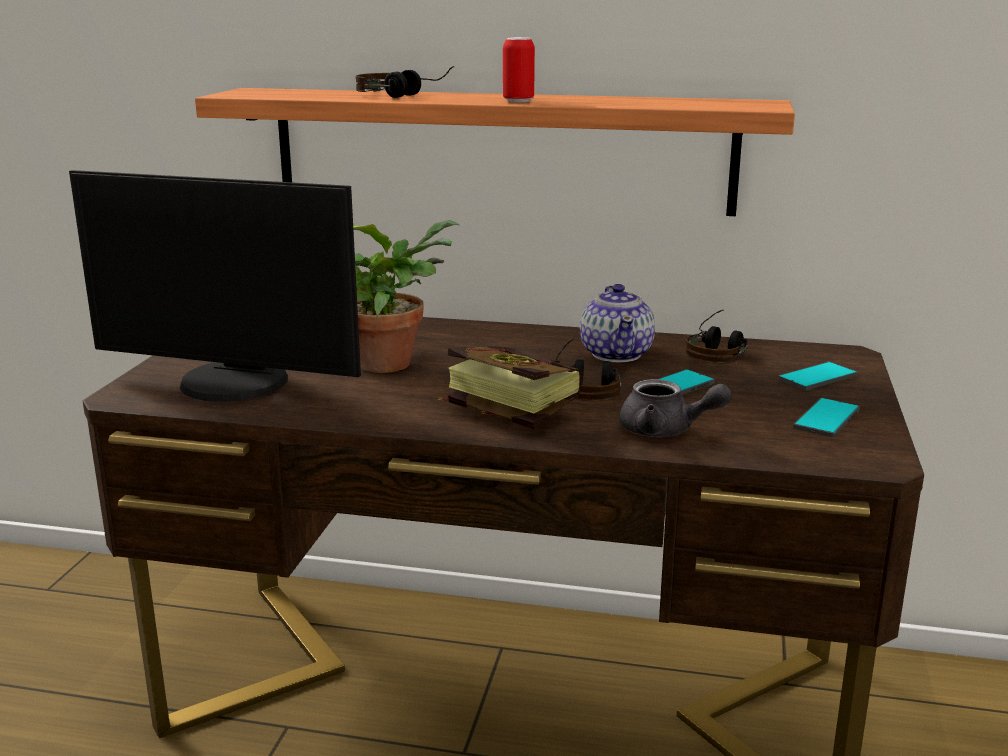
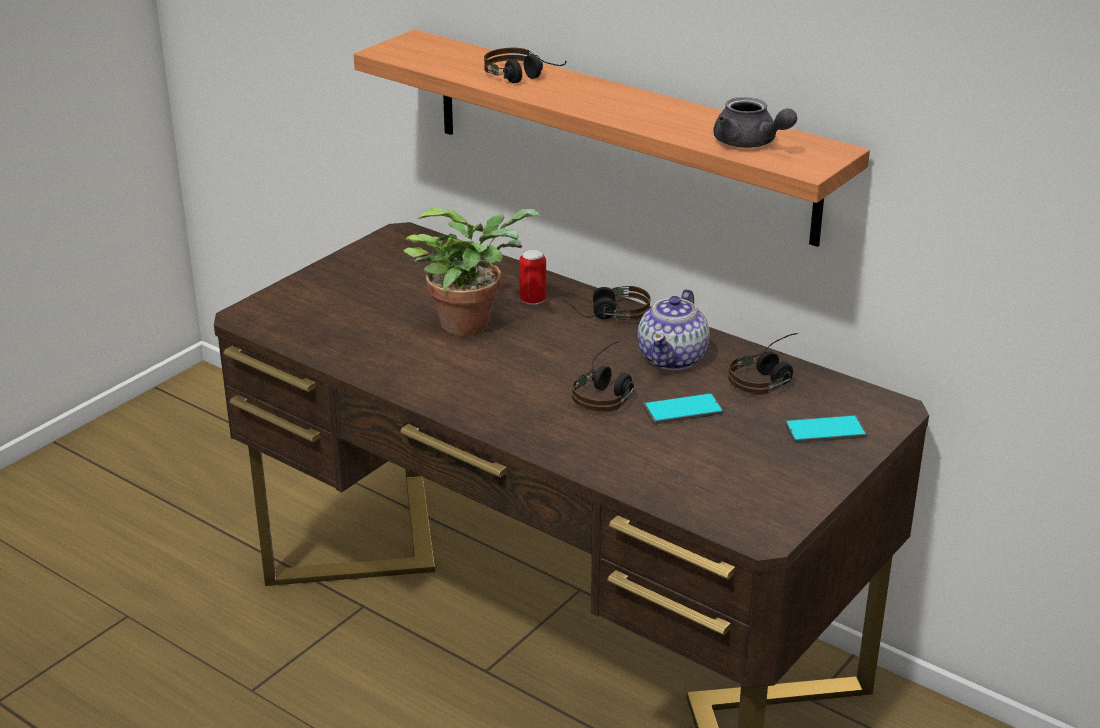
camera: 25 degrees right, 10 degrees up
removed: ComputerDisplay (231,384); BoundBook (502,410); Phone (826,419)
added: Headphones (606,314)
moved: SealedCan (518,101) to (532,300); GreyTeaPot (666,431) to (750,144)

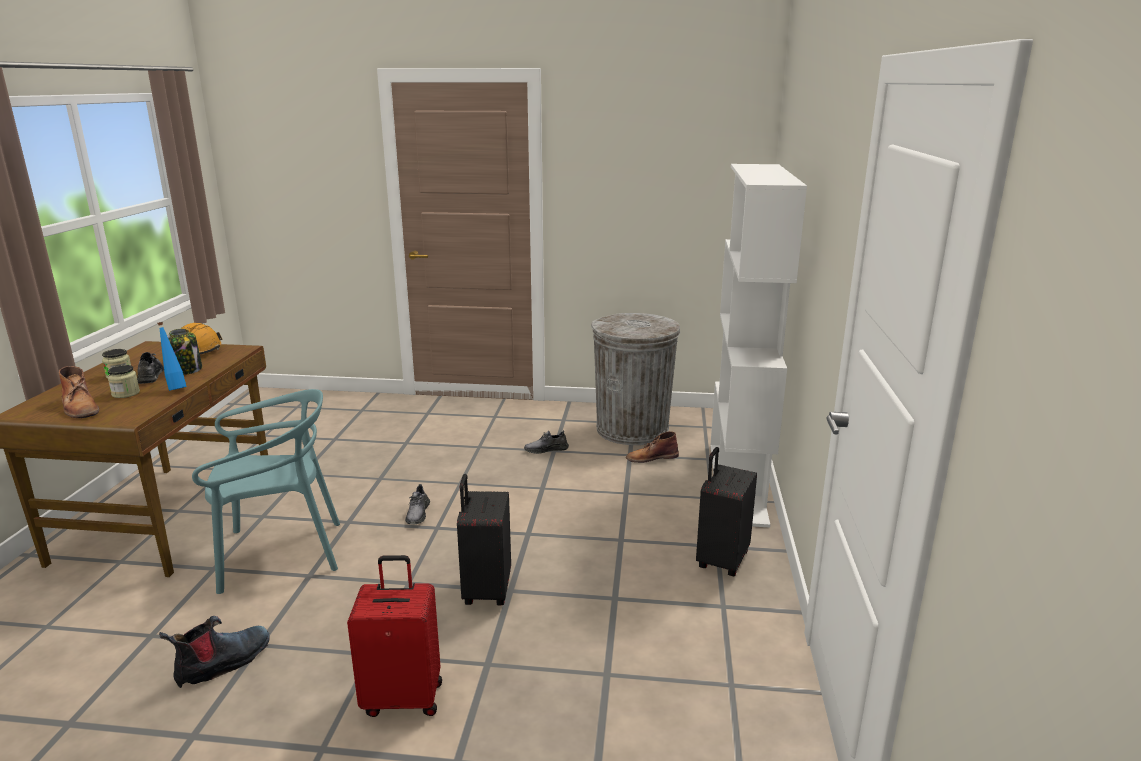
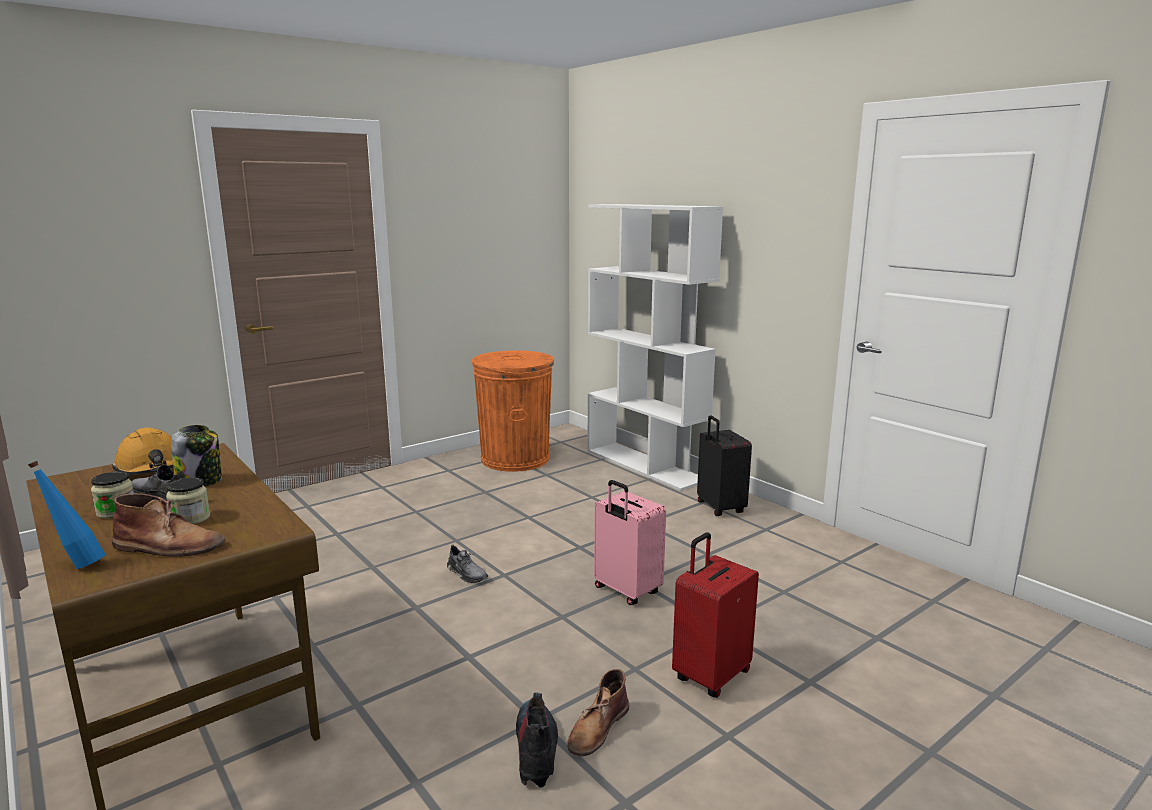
camera: 45 degrees left, 5 degrees down
removed: TurquoisePlainChair (280,554); GreyLowShoe (546,449)
moved: BluishBeverageBottle (176,388) to (77,565); BrownBoot (651,457) to (597,728)
recoloured: GreyTrashCan (632,429) to OrangeTrashCan (515,459); BlackColouredTravelCase (485,590) to PinkTravelCase (626,591)

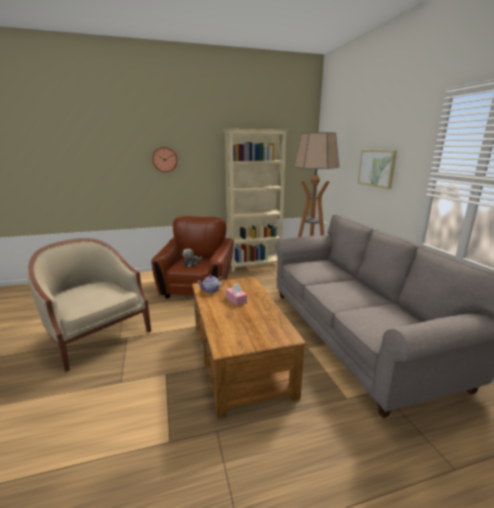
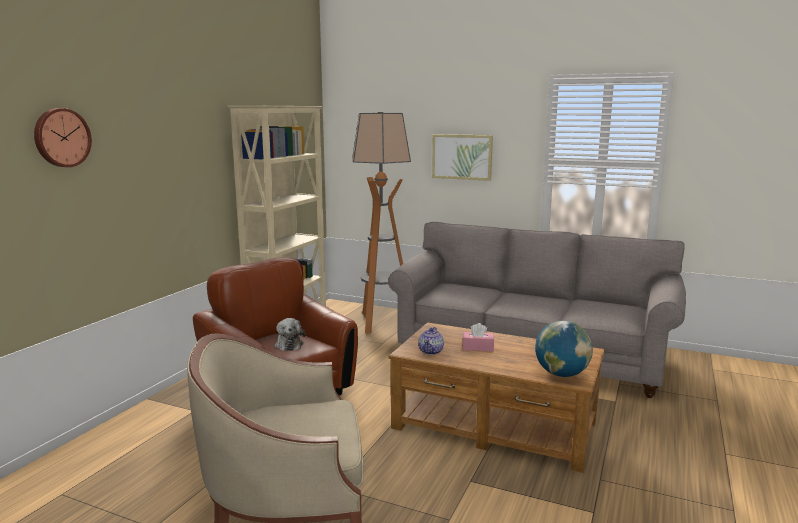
camera: 50 degrees left, 5 degrees down
added: Globe (561,374)
moved: HangingClock (164,159) to (61,137)

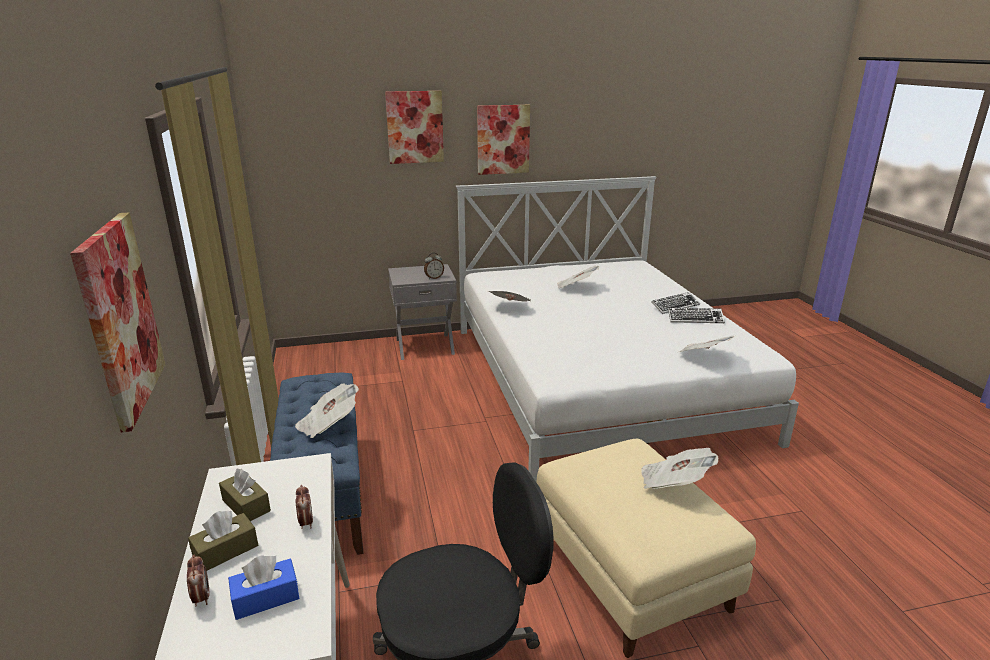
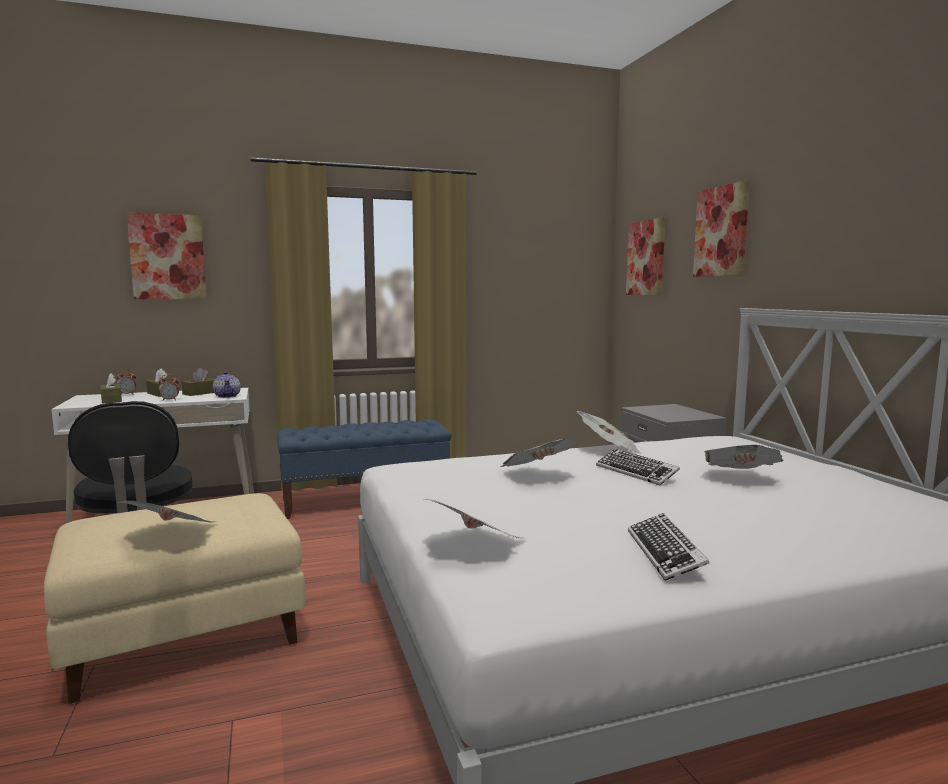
camera: 85 degrees right, 15 degrees down
removed: TableClock (434,278)
added: TeaPot (227,396)
moved: PrintedPaper (328,424) to (537,473); ComputerKeyboard (675,306) to (636,472); WallPicture (503,139) to (646,258)
recoloured: BluishTissueHolder (266,598) to BrownTissueHolder (111,400)

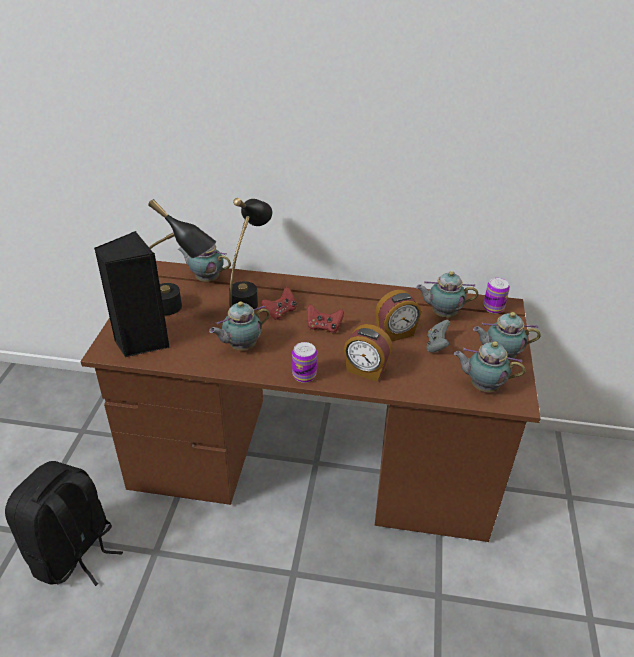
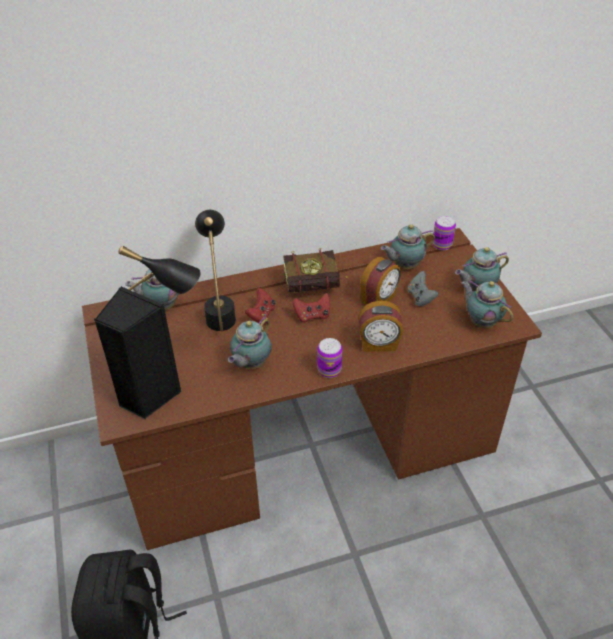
camera: 25 degrees left, 5 degrees up
added: BoundBook (317,287)
turned: TeaPot (482,386) = (481,322) 60 degrees clockwise

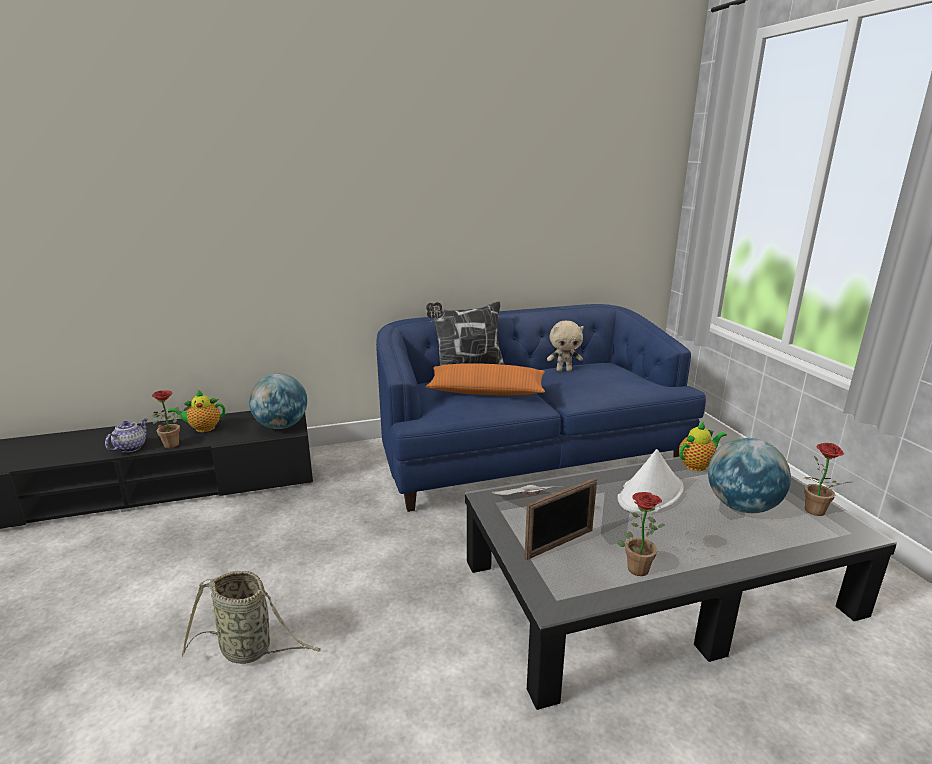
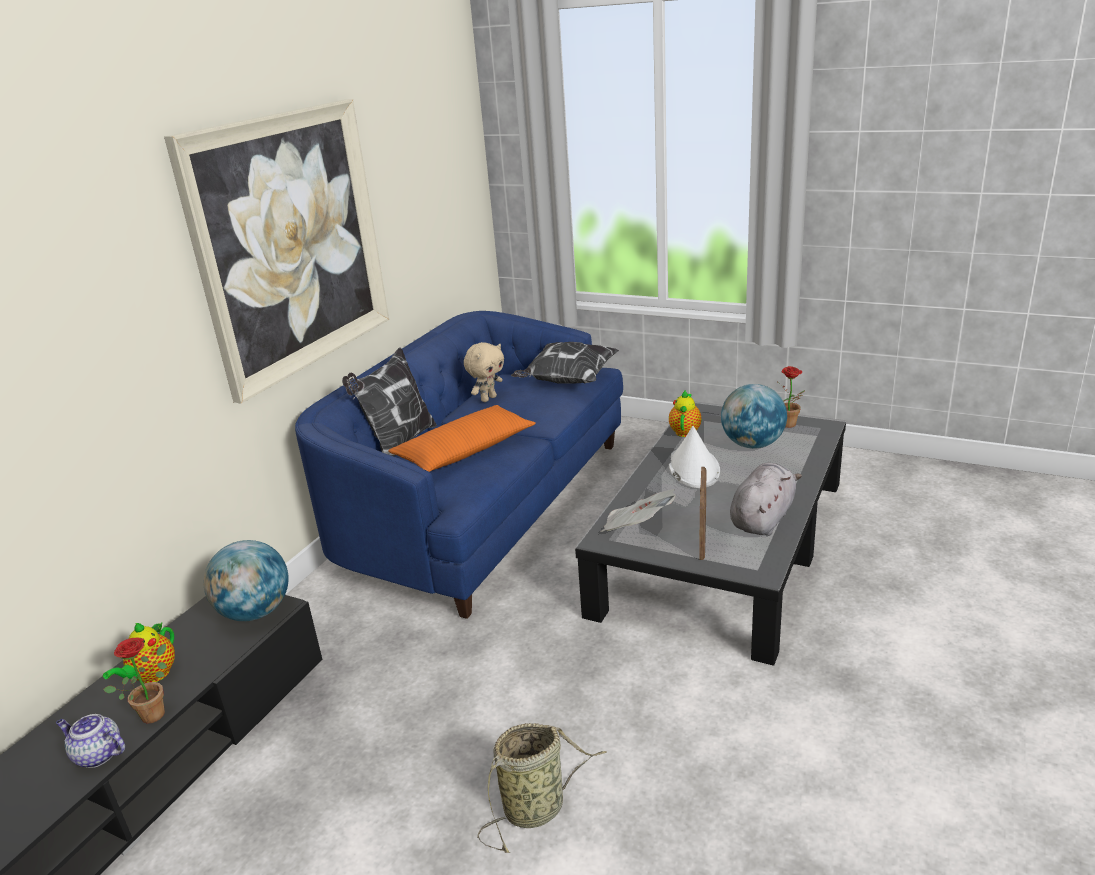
camera: 45 degrees left, 5 degrees up
added: WallPicture (291,243); Pillow (567,381)
replaced: Houseplant (636,566) to GreySoftToy (763,519)
turned: TeaPot (131,447) = (97,755) 45 degrees counterclockwise

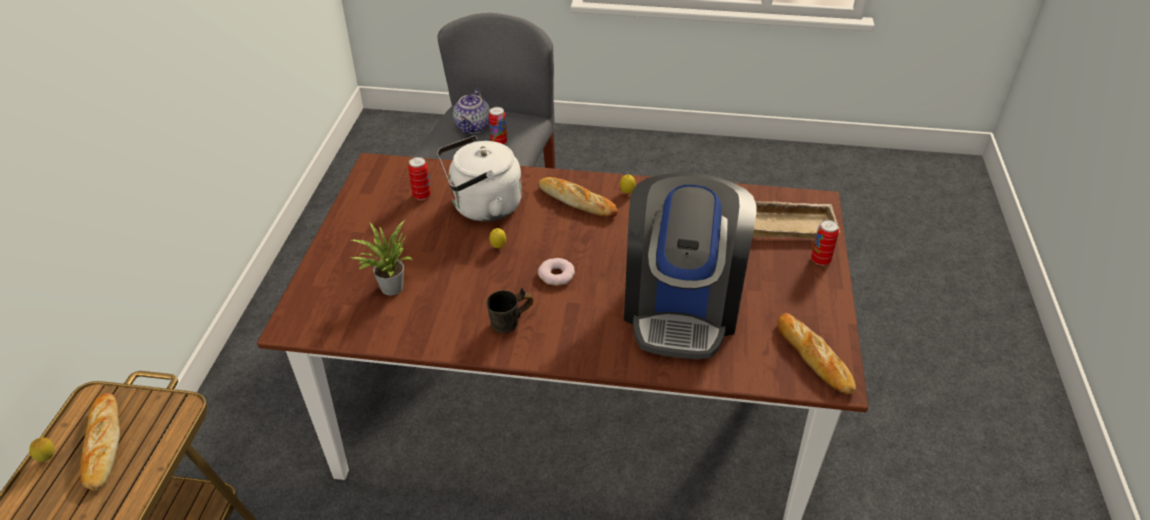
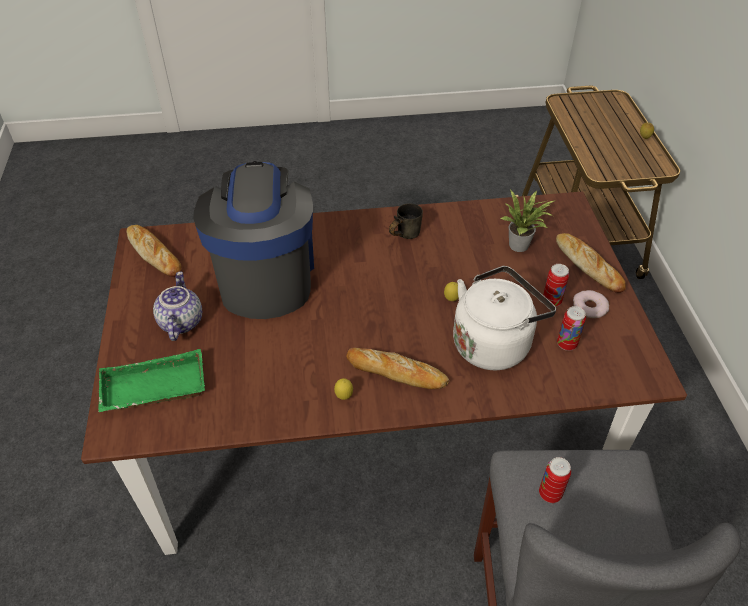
camera: 165 degrees right, 5 degrees up
moved: TeaPot (473,127) to (180,322); SealedCan (820,260) to (551,301); BakeryBread (102,445) to (588,265); Donut (556,275) to (589,307)
recoloured: SandColouredTray (789,224) to GreenishTray (153,390)

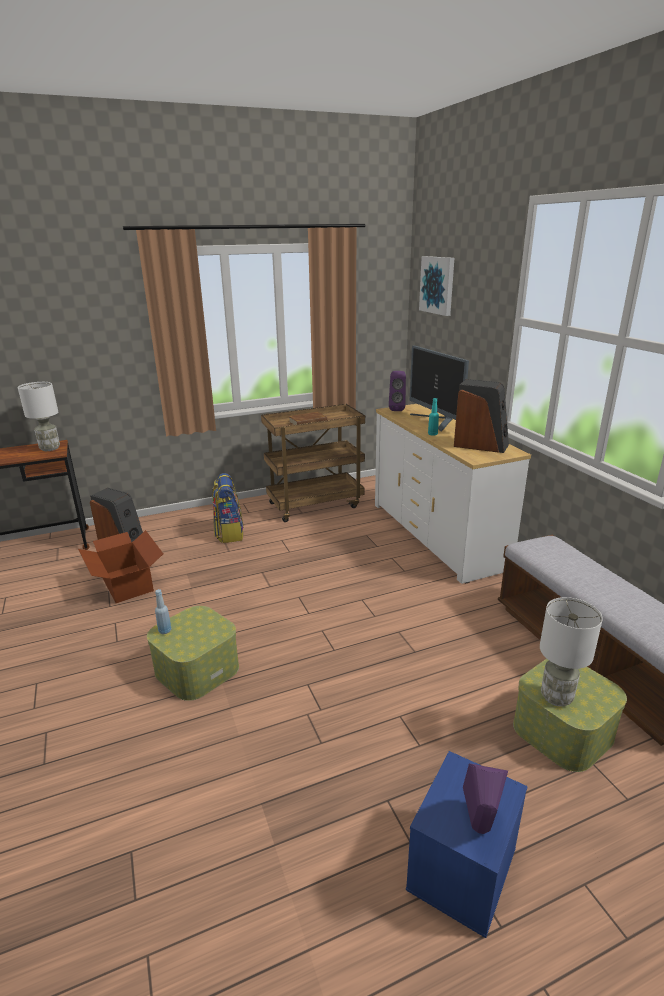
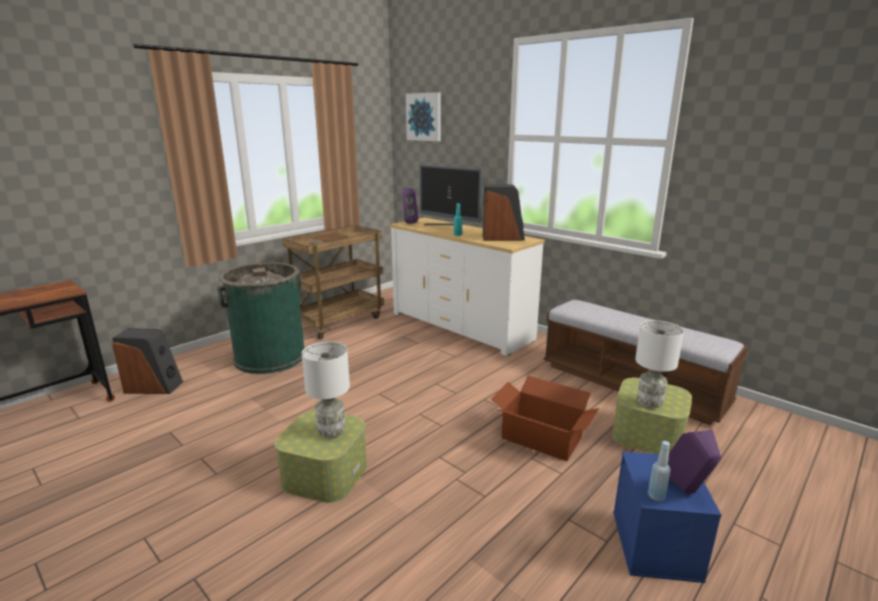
camera: 25 degrees left, 5 degrees down
moved: WhiteTabletopLamp (49,448) to (331,432); PackingBox (126,583) to (541,439); BluishBeverageBottle (165,631) to (656,496)
replaced: Rucksack (229,533) to GreenishTrashCan (270,357)

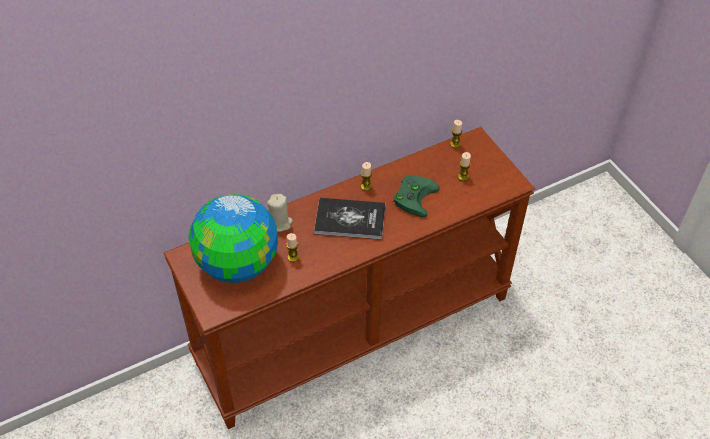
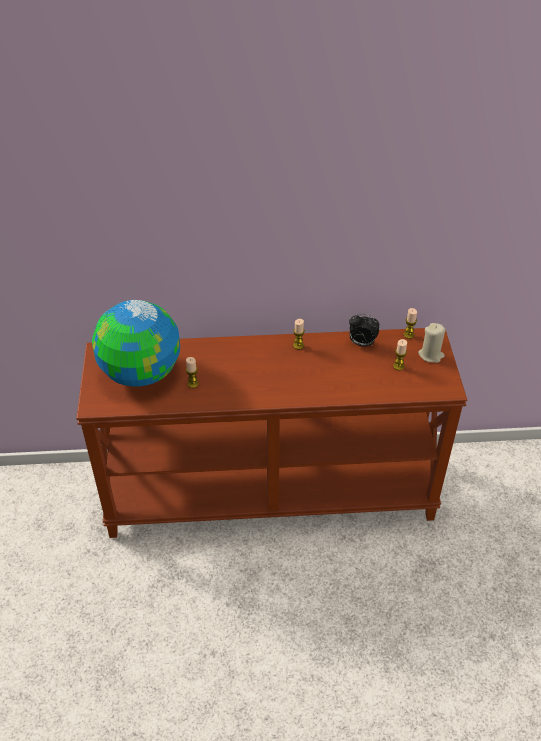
camera: 25 degrees right, 5 degrees down
removed: BoundBook (350,219); GreenishGamepad (414,196)
added: TableClock (361,343)
moved: SandColouredWaxLight (280,223) to (431,355)

